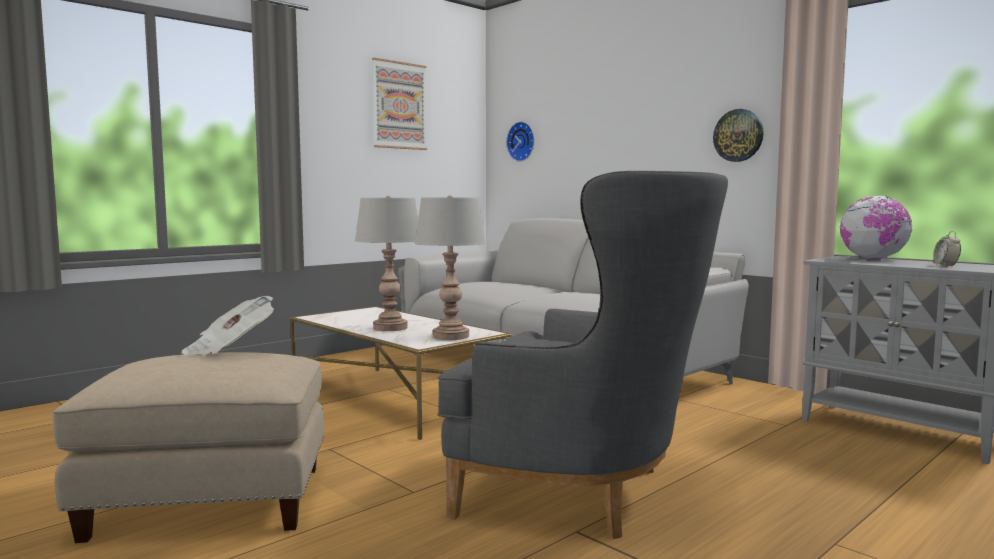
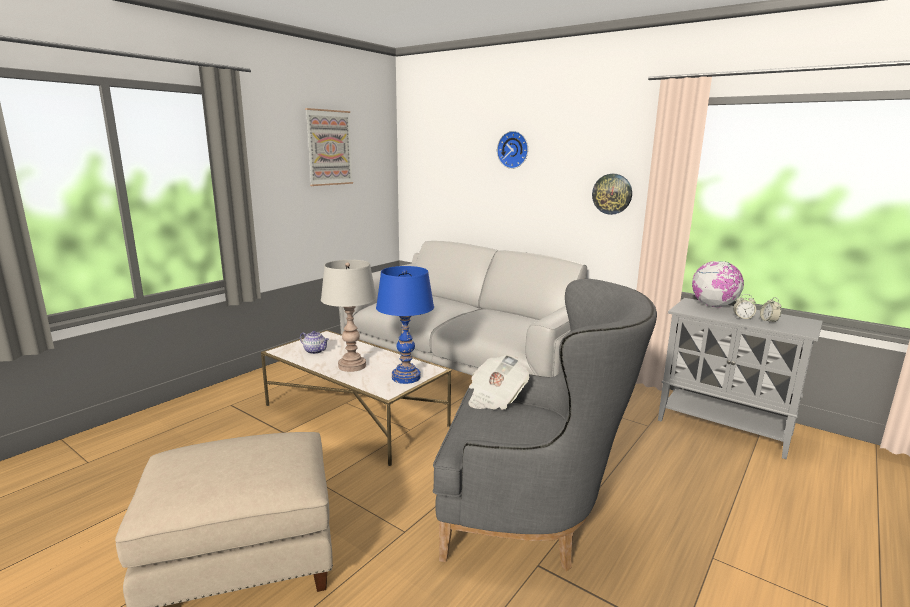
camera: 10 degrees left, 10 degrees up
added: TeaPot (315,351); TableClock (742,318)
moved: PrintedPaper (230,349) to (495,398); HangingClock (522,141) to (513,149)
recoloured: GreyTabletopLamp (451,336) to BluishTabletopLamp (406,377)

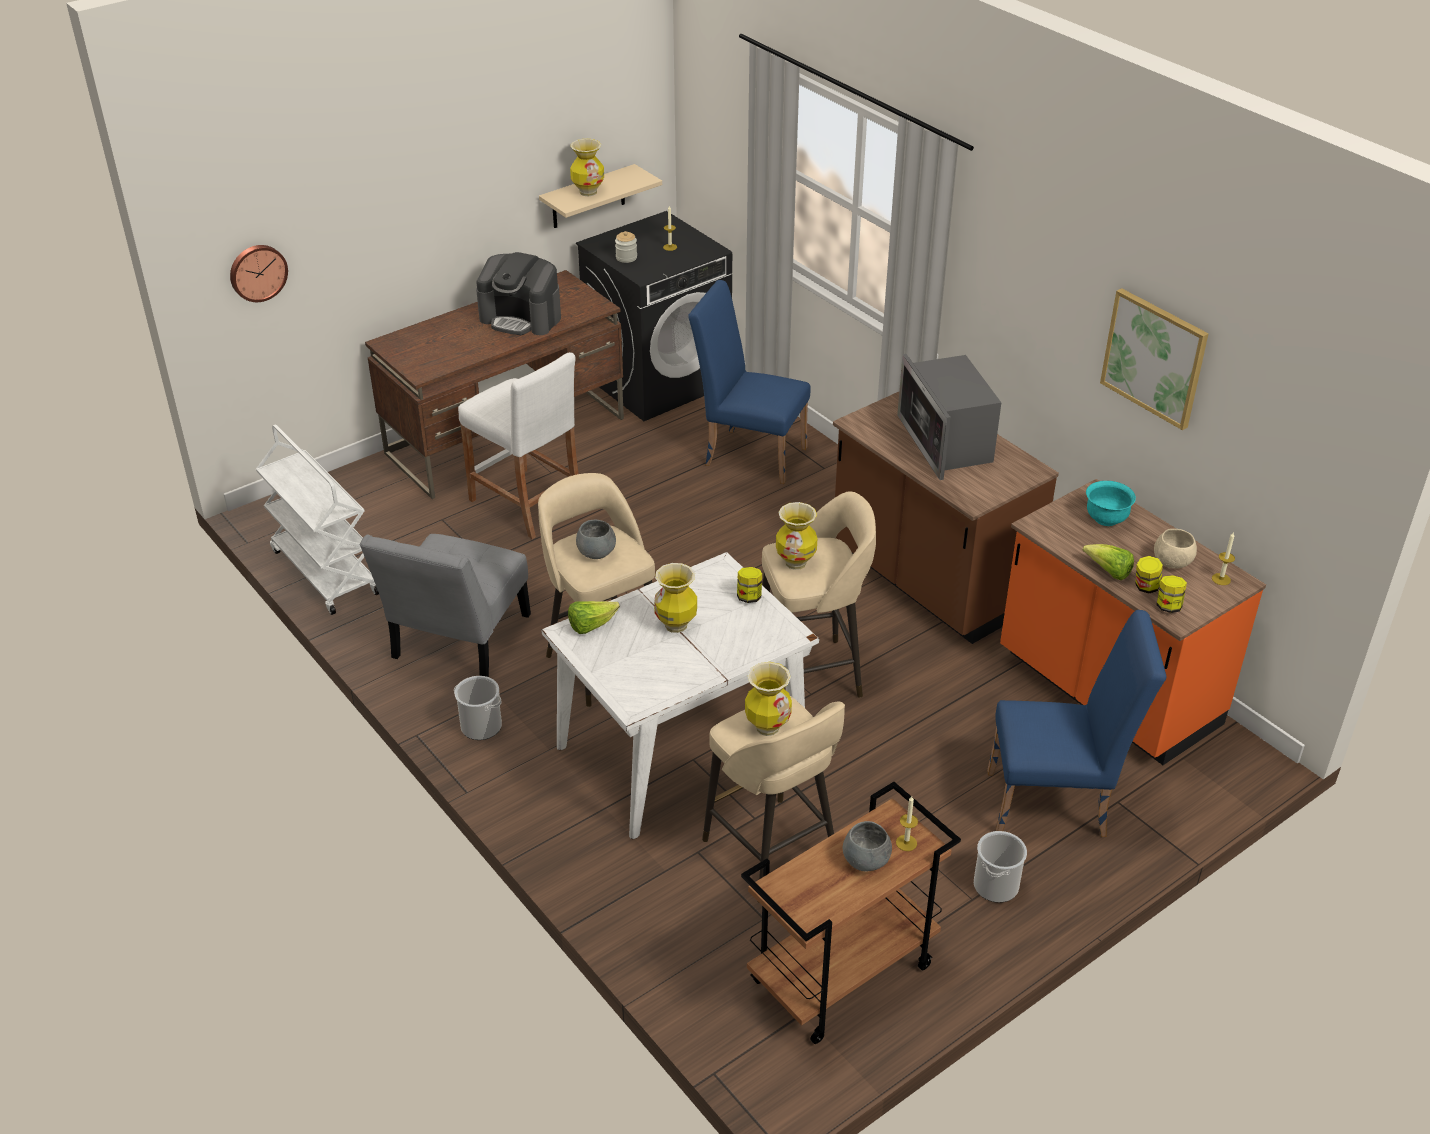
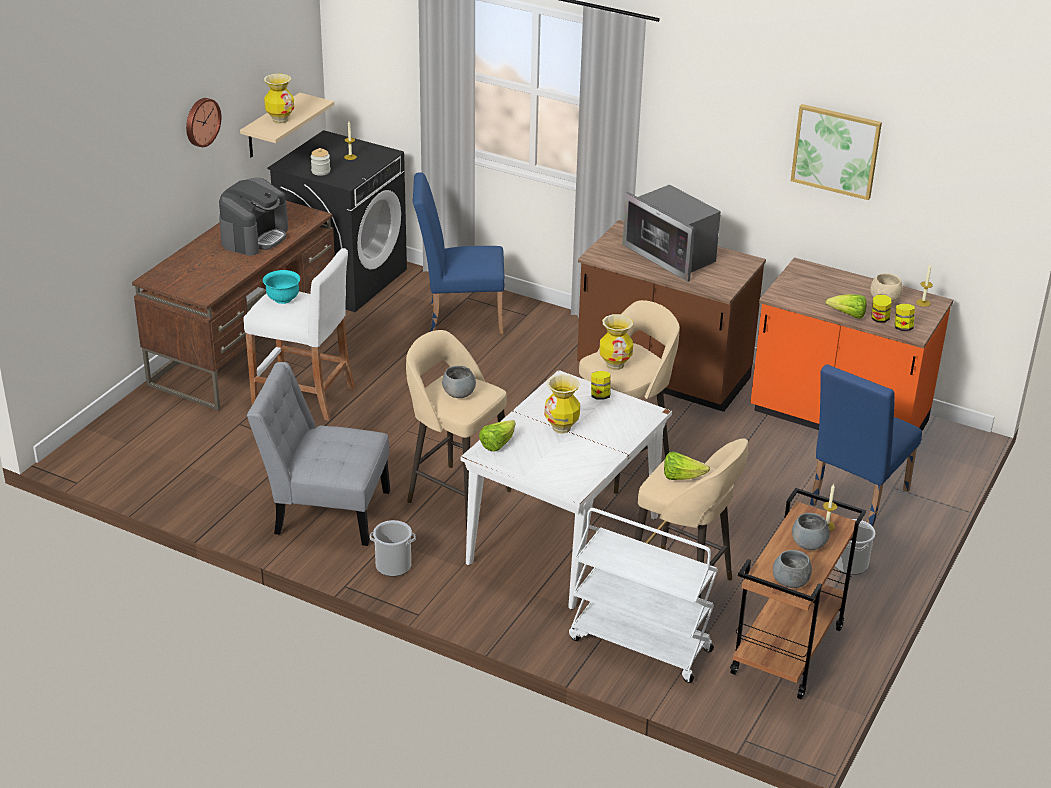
camera: 25 degrees left, 5 degrees down
added: GreyServingBowl (790,582)
moved: HangingClock (257,272) to (201,121); TurquoiseServingBowl (1106,519) to (283,299); WhiteWheeledCart (324,572) to (639,645)
replaced: FlowerVase (767,727) to LettuceHead (681,477)
turned: CoffeeMaker (521,318) = (255,237) 60 degrees counterclockwise; GreyPlainChair (457,642) = (325,511) 105 degrees clockwise; BluishPlainChair (1057,804) = (854,500) 150 degrees clockwise

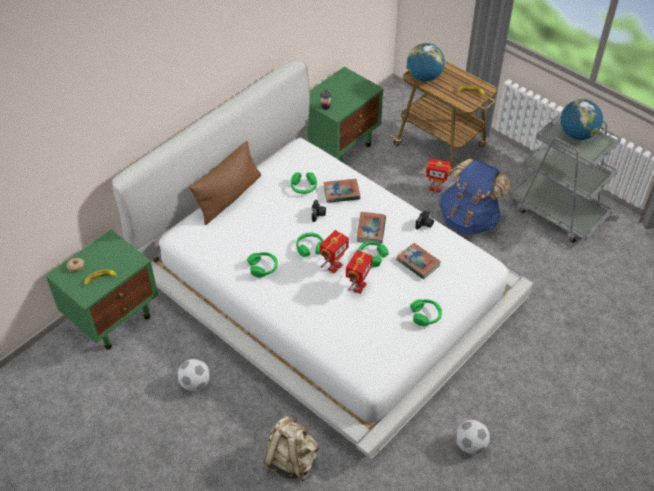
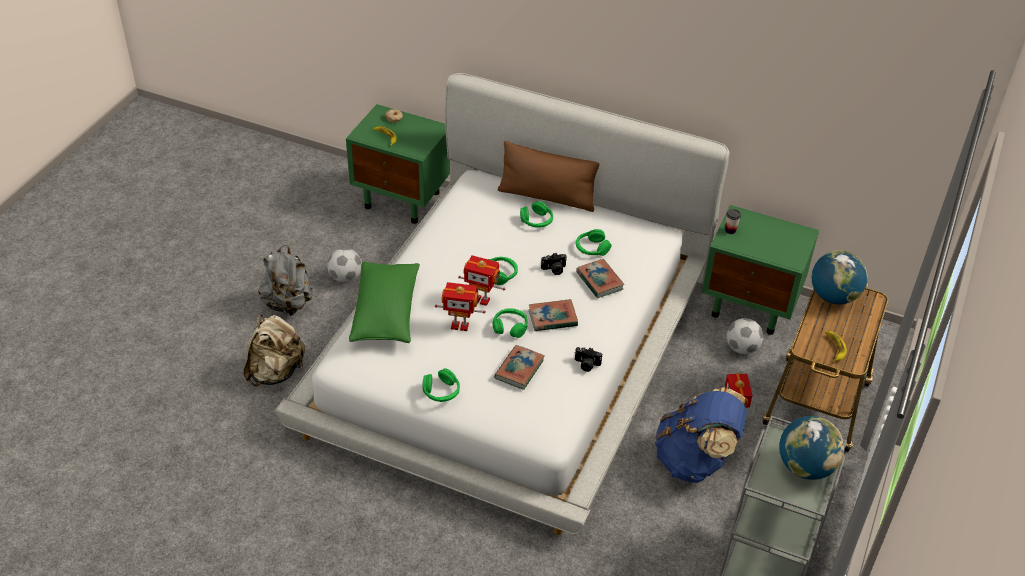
camera: 70 degrees right, 5 degrees down
added: GreyRucksack (288,303); GreenishPillow (386,313)
moved: GreenishHeadphones (263,267) to (537,221); Football (470,445) to (742,348)

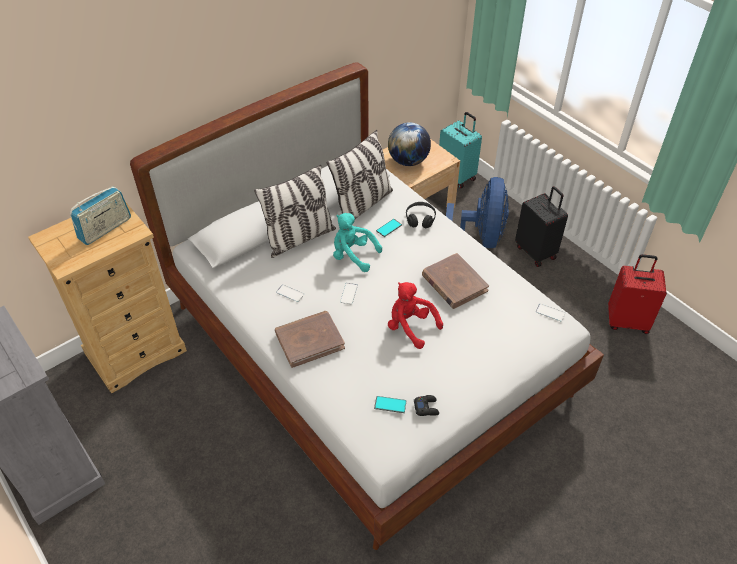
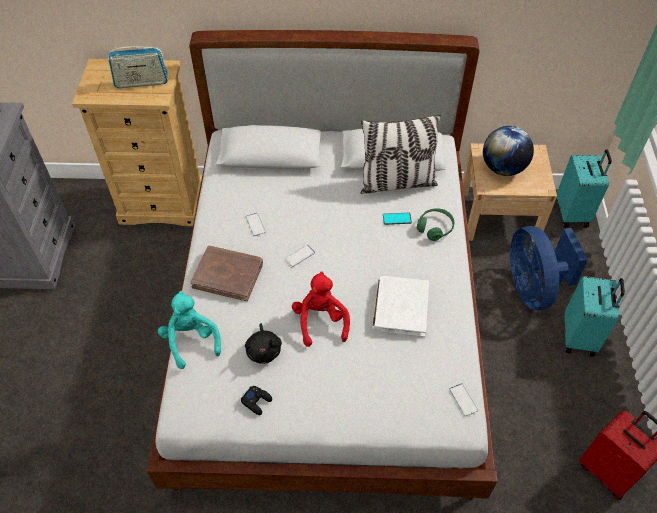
camera: 40 degrees right, 5 degrees up
removed: Pillow (299,238); Phone (390,405)
added: BlackColouredSoftToy (264,350)
moved: TurquoiseSoftToy (353,255) to (191,340)
recoloured: BrownBoundBook (454,283) to WhiteBoundBook (400,308); BlackColouredHeadphones (420,219) to GreenishHeadphones (435,228); BlackColouredTravelCase (536,252) to TurquoiseTravelCase (580,337)
turned: BluishCoolingFan (479,239) = (533,287) 120 degrees clockwise

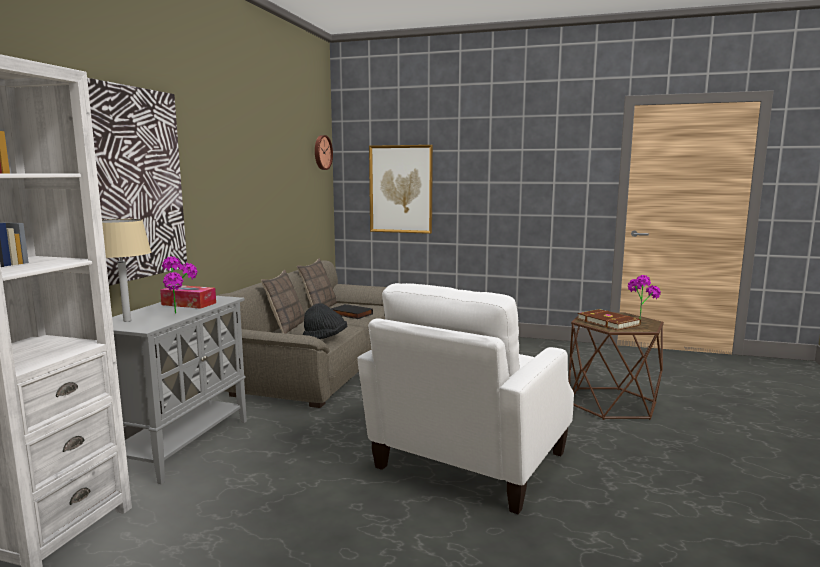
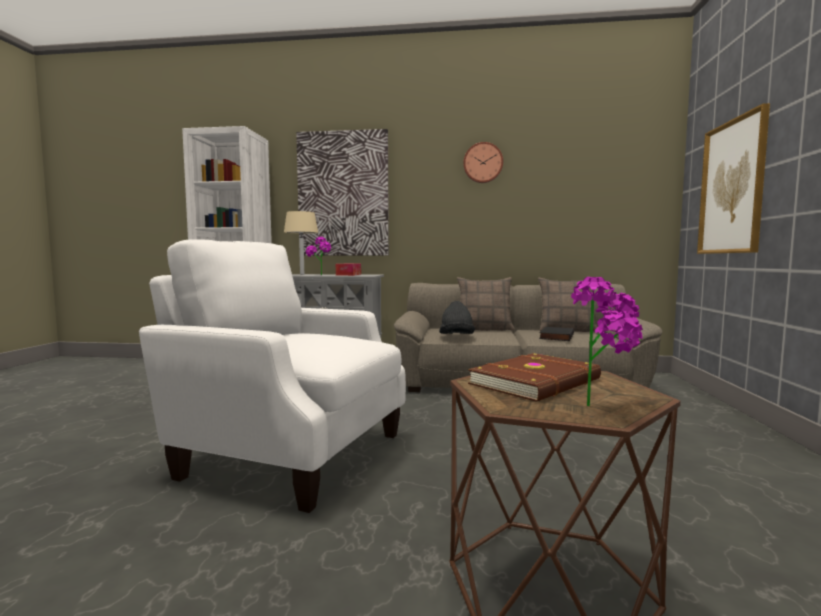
camera: 80 degrees right, 5 degrees down
moved: HangingClock (322,152) to (483,163)

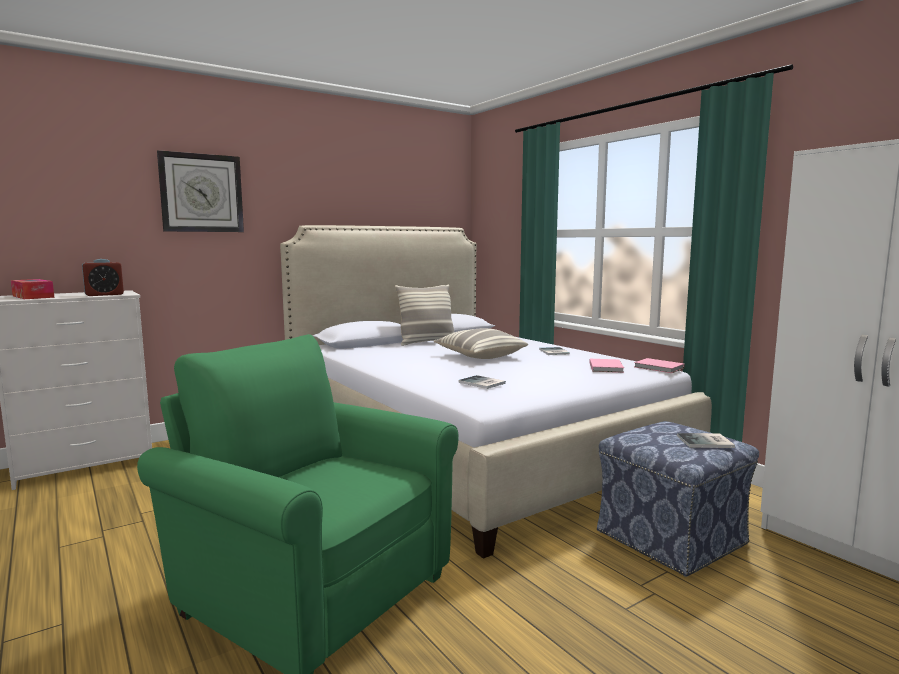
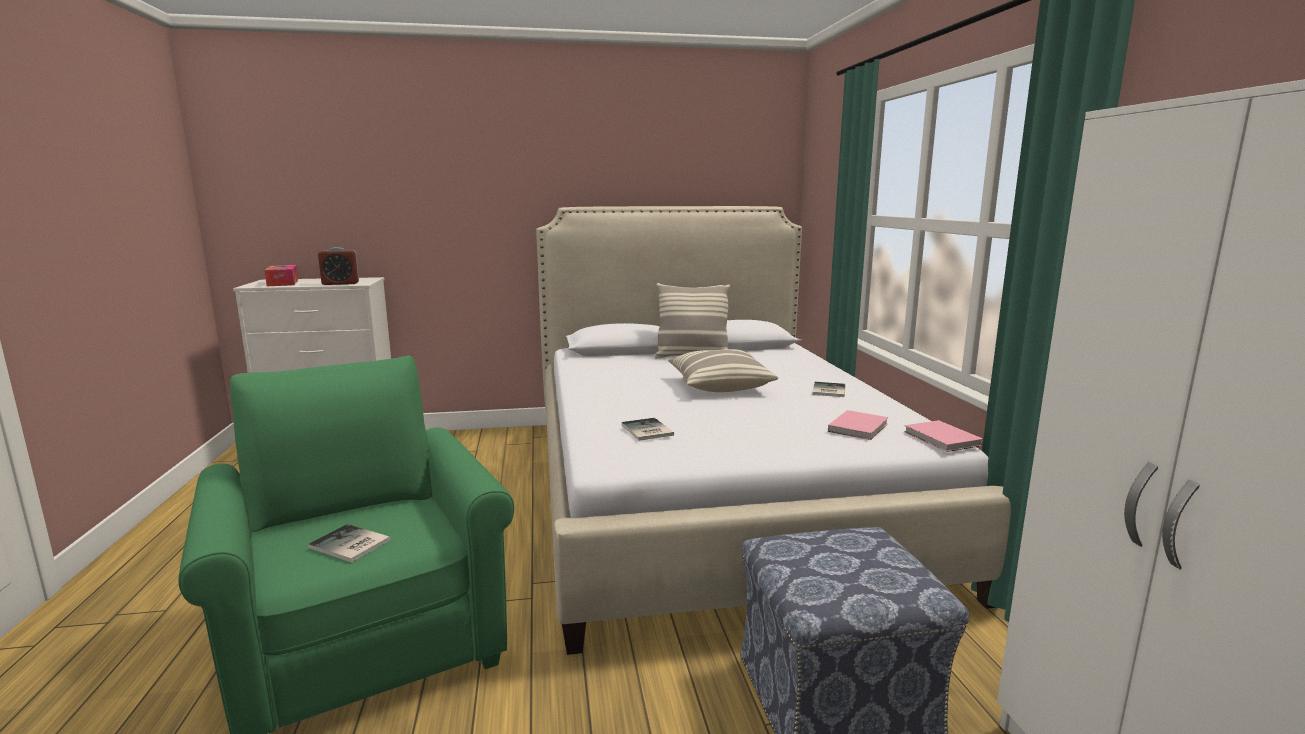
camera: 25 degrees right, 5 degrees up
removed: HangingClock (201,193)
moved: BoundBook (706,442) to (349,545)

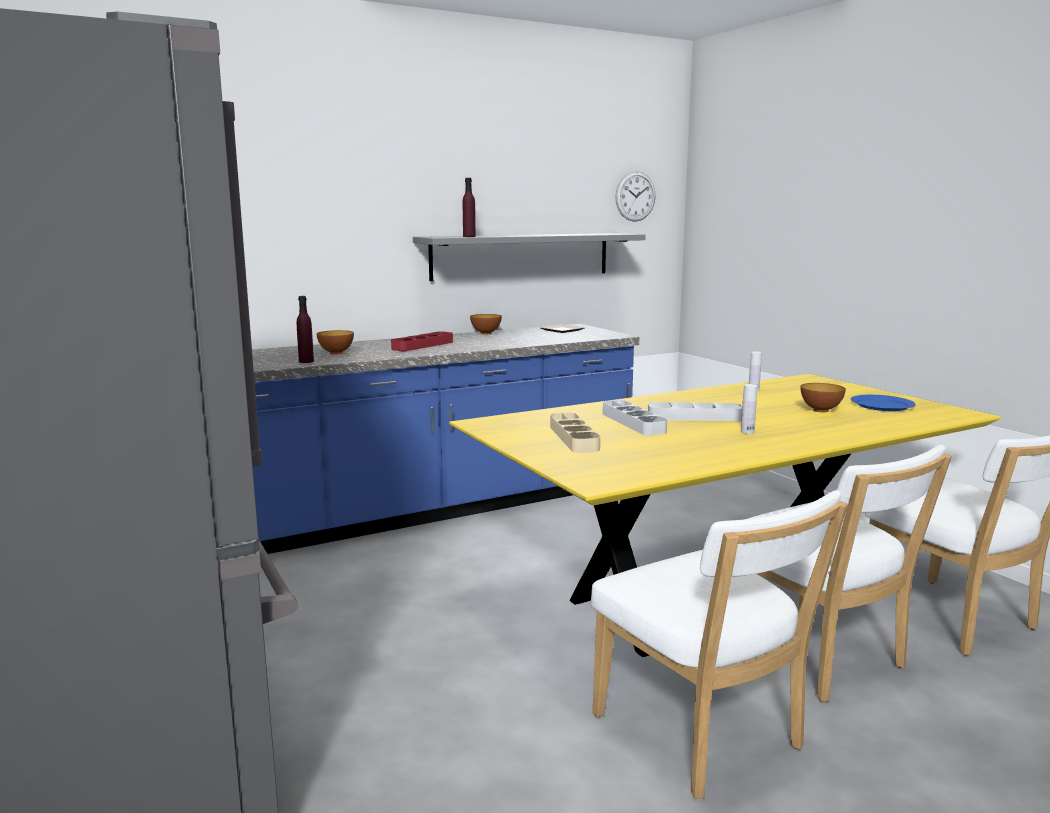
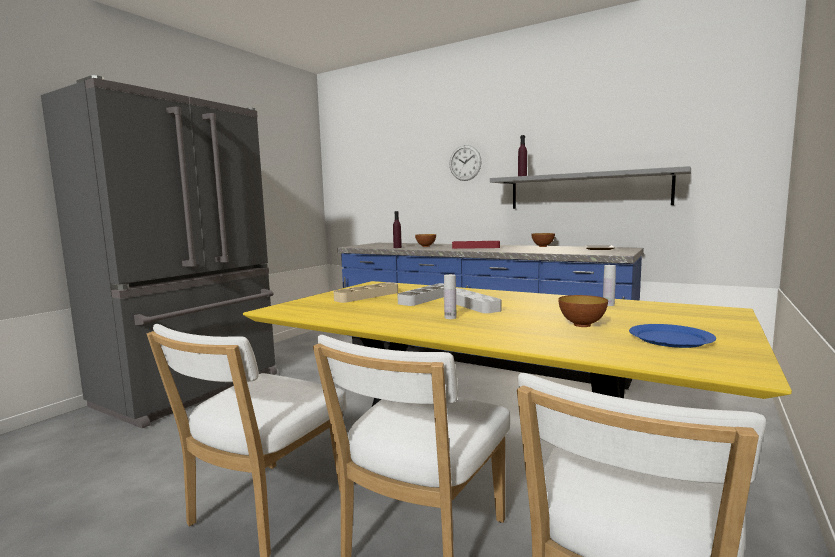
camera: 60 degrees right, 5 degrees down
moved: HangingClock (635,196) to (465,163)

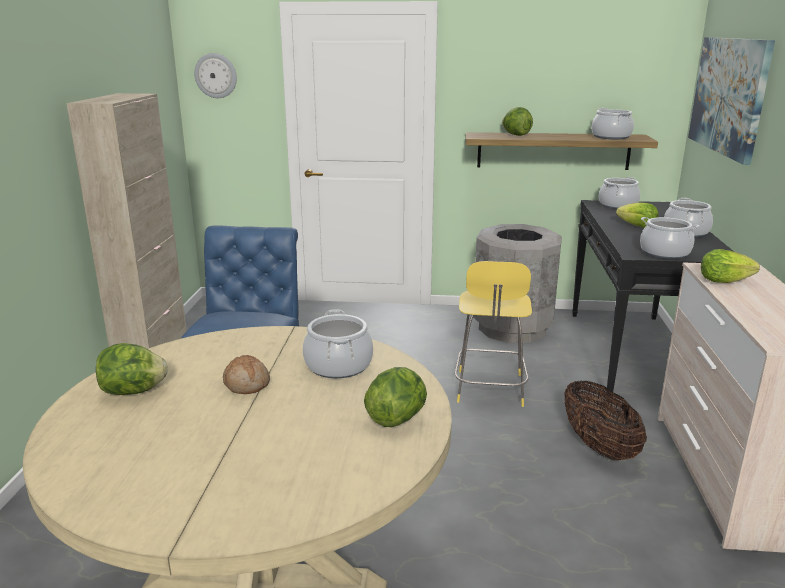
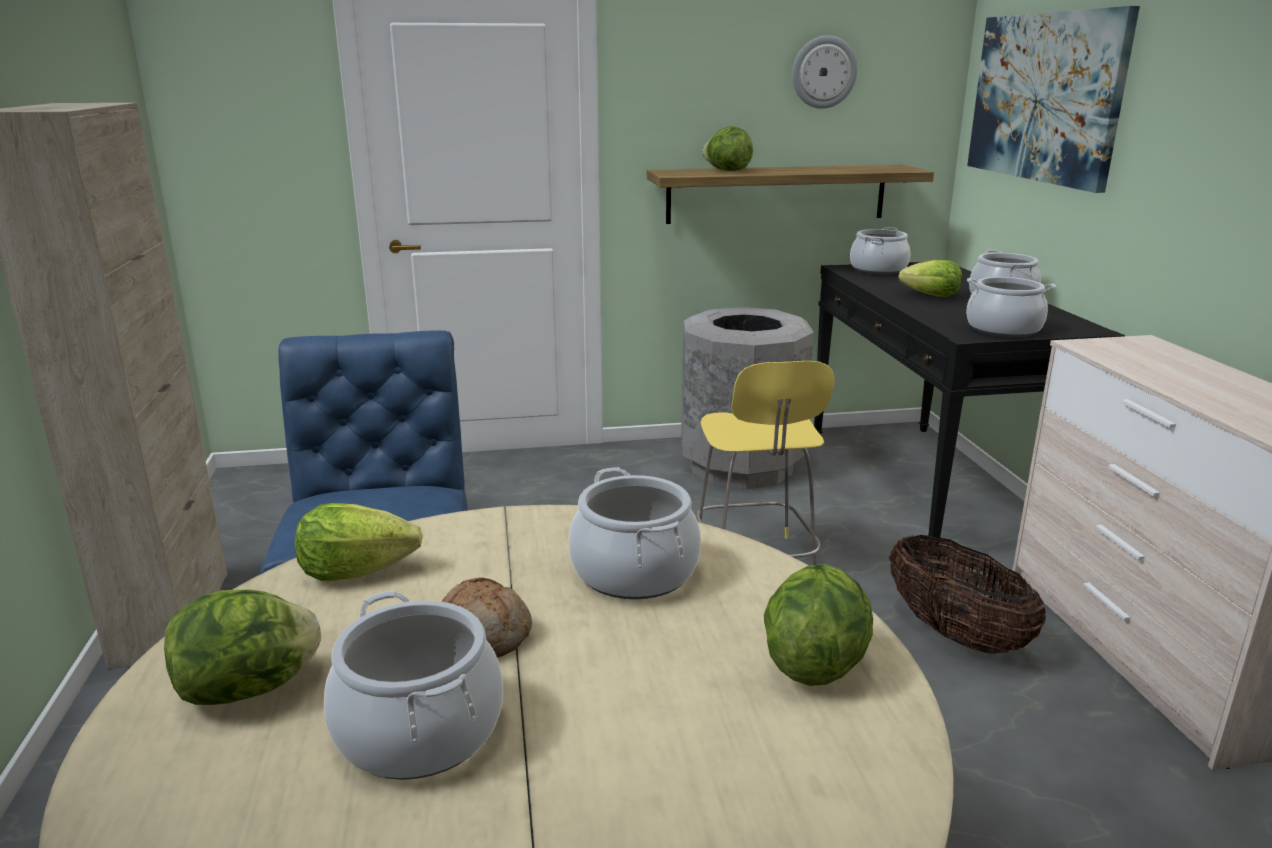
camera: 15 degrees left, 0 degrees up
moved: LettuceHead (723,281) to (355,571); Saucepot (611,137) to (418,731); HangingClock (216,75) to (823,72)

